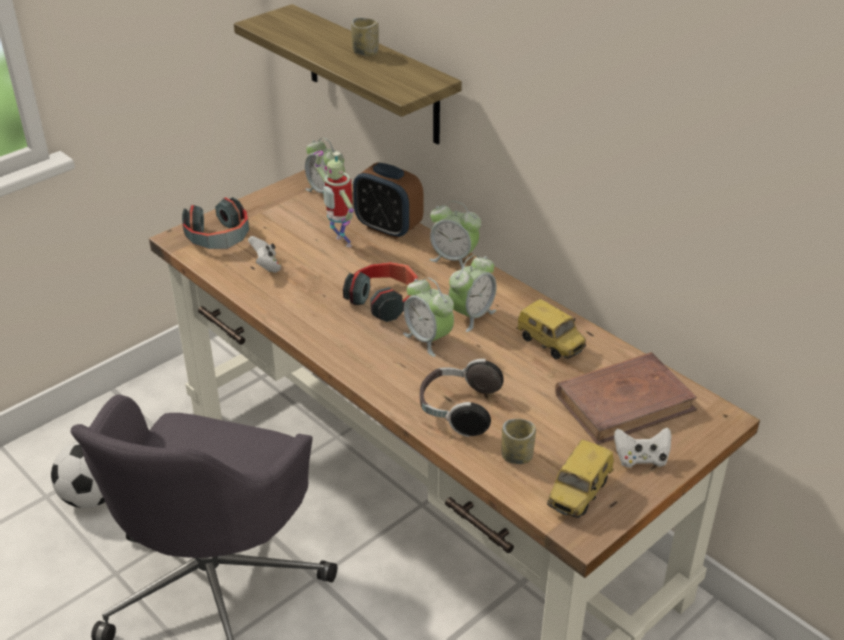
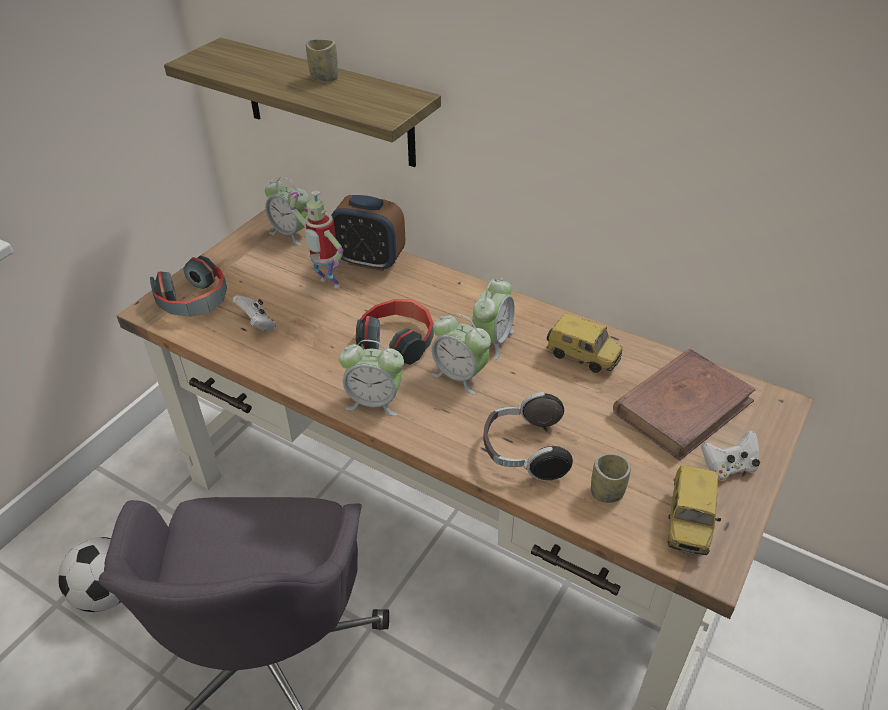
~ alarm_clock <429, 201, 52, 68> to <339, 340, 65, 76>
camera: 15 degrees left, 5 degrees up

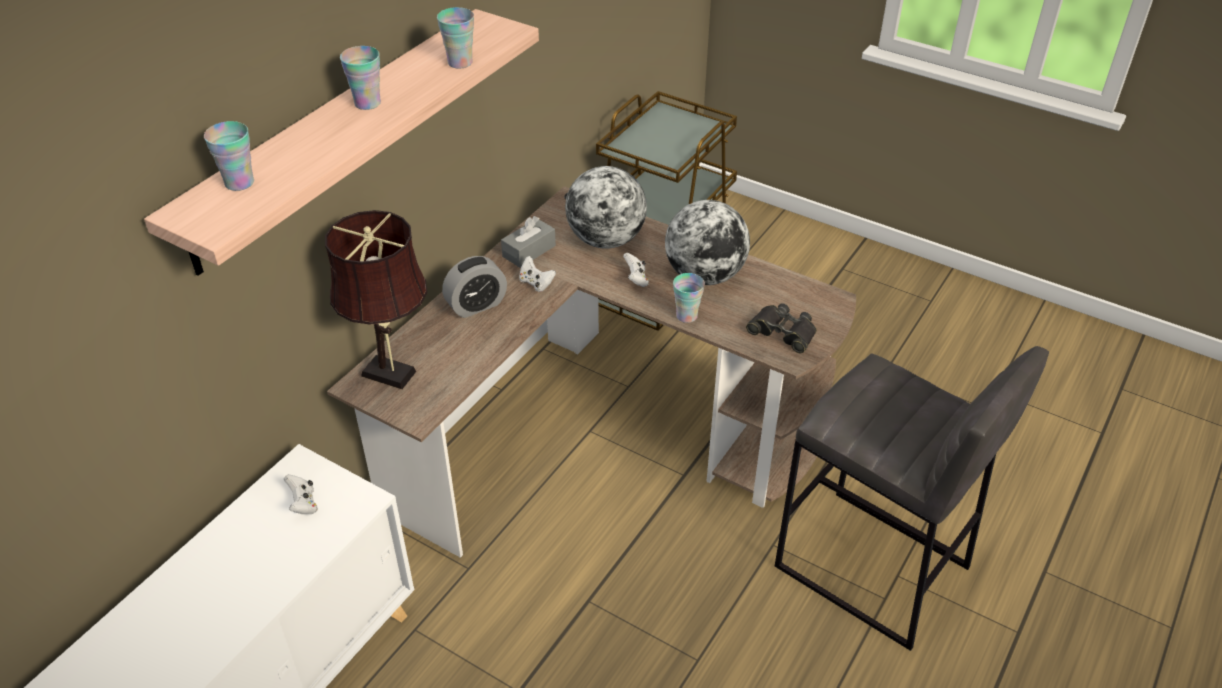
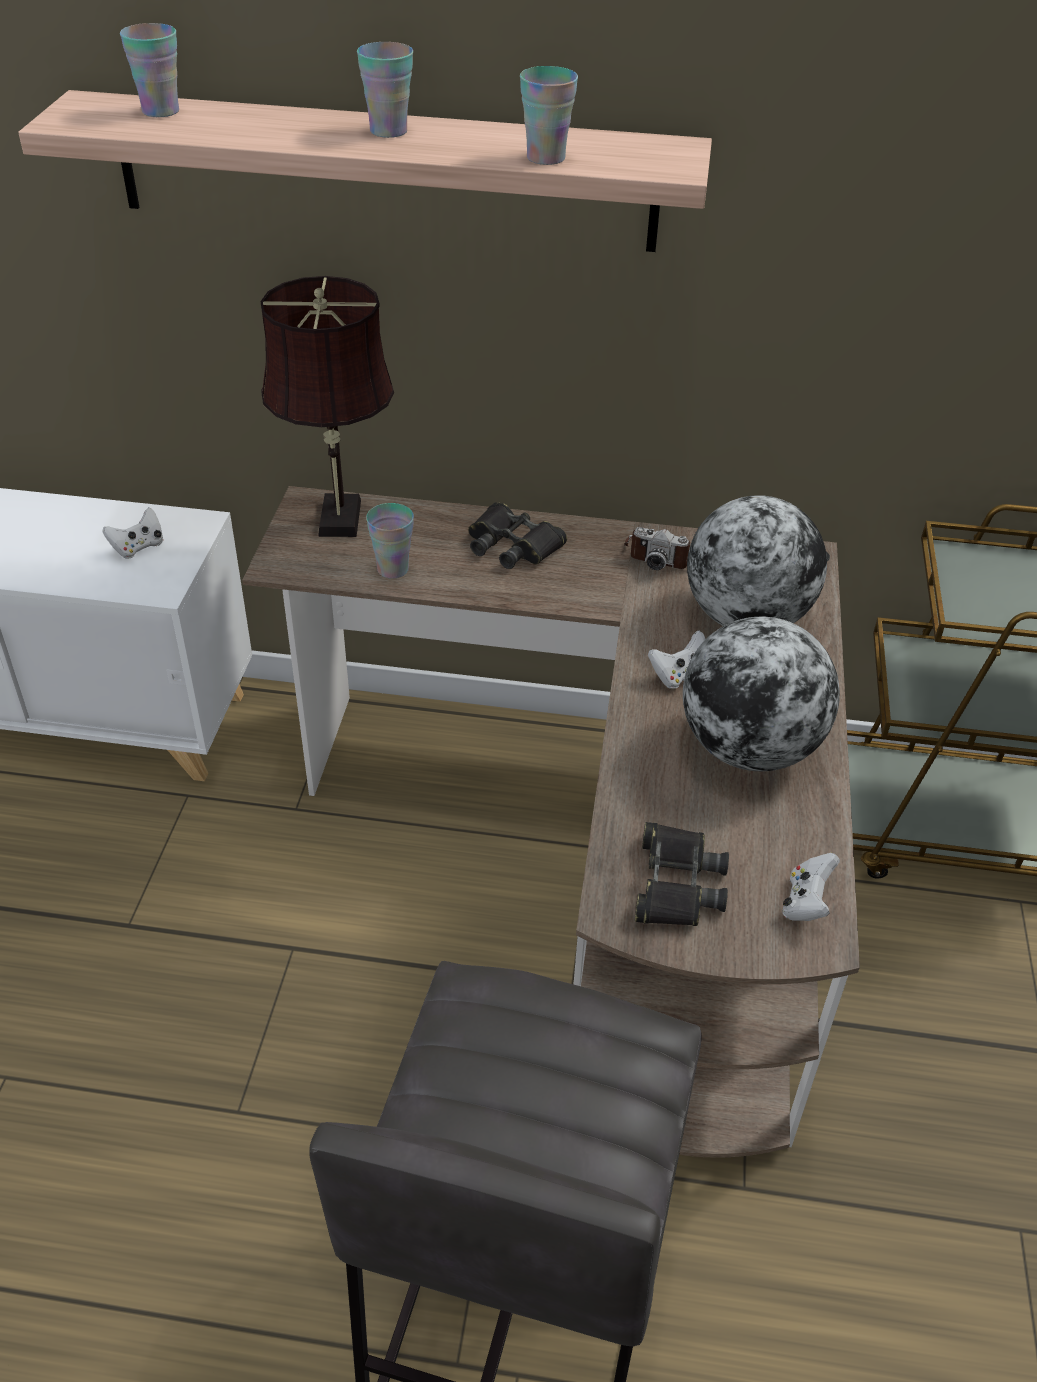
~ cup <673, 273, 32, 50> to <366, 503, 48, 76>
~ alarm_clock <442, 256, 65, 62> to black_binoculars <468, 502, 99, 67>
~ grey_tissue_box <501, 216, 55, 52> to photo_camera <624, 527, 66, 43>
~ white_game_controller <519, 256, 37, 36> to <782, 853, 58, 68>
camera: 65 degrees right, 0 degrees up

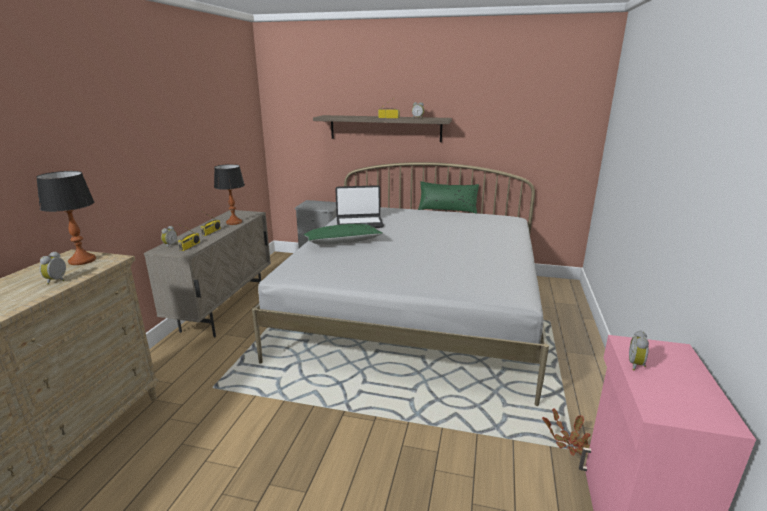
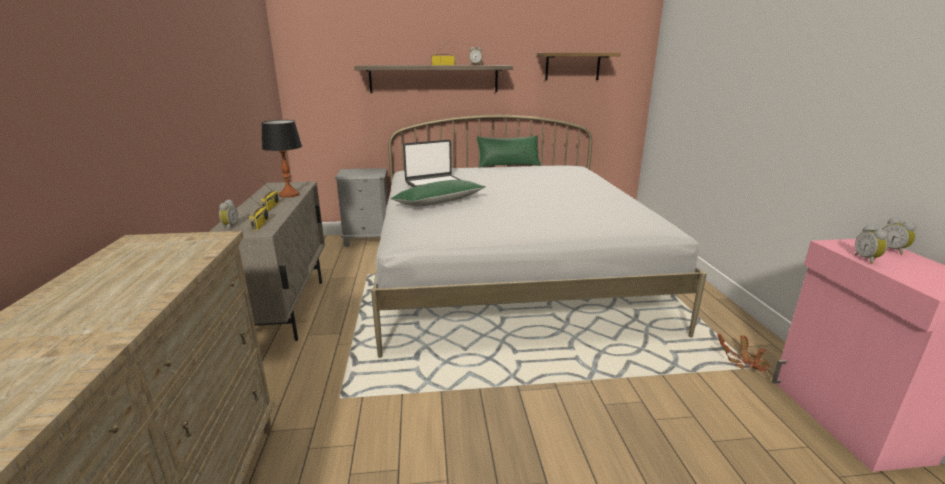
+ shelf <537, 53, 84, 27>
~ alarm_clock <40, 251, 26, 34> to <882, 217, 34, 38>
- table_lamp <36, 171, 60, 94>
camera: 20 degrees left, 0 degrees up

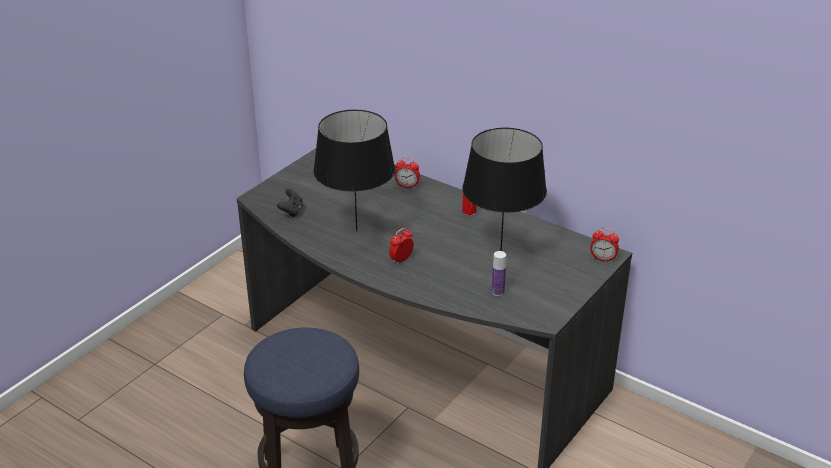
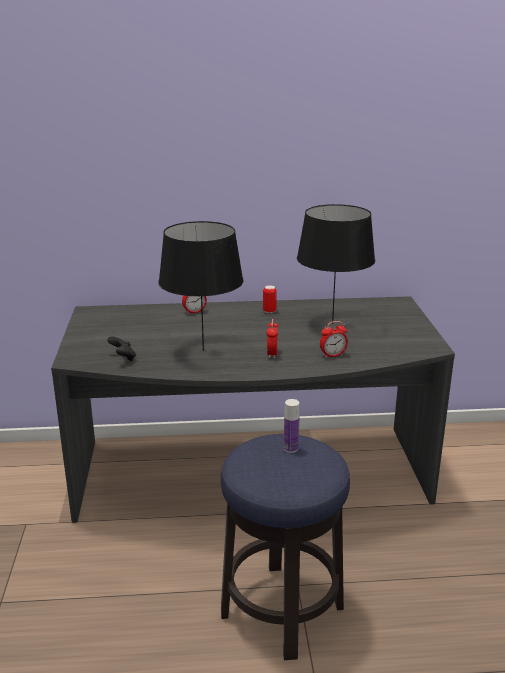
~ bottle <492, 251, 14, 45> to <284, 399, 15, 54>
~ alarm_clock <590, 228, 29, 34> to <320, 321, 28, 37>
camera: 40 degrees left, 10 degrees down

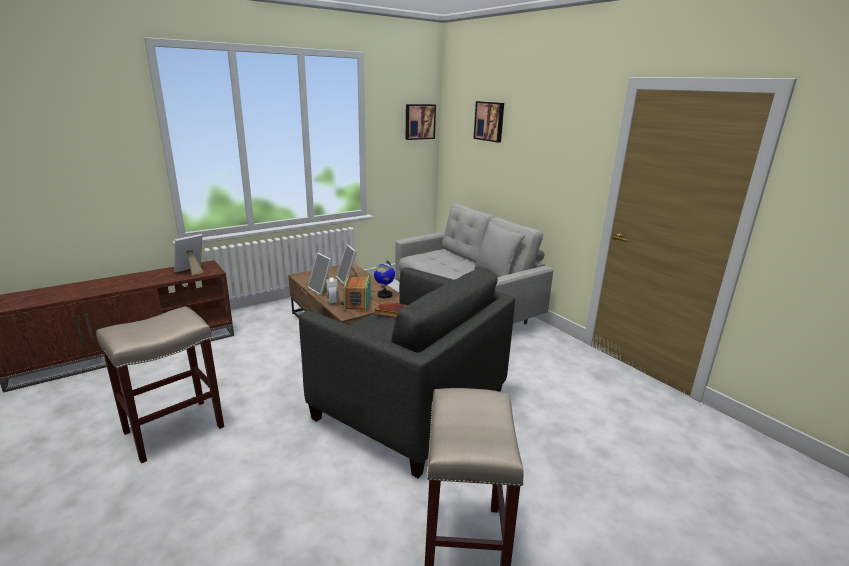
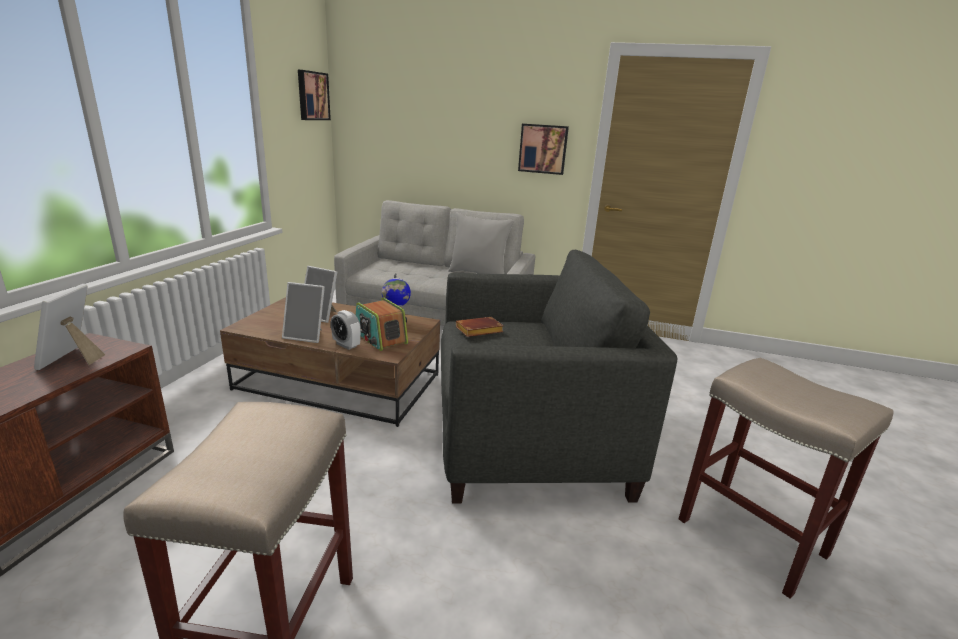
~ picture <473, 101, 31, 42> to <518, 124, 51, 51>
camera: 40 degrees left, 0 degrees up

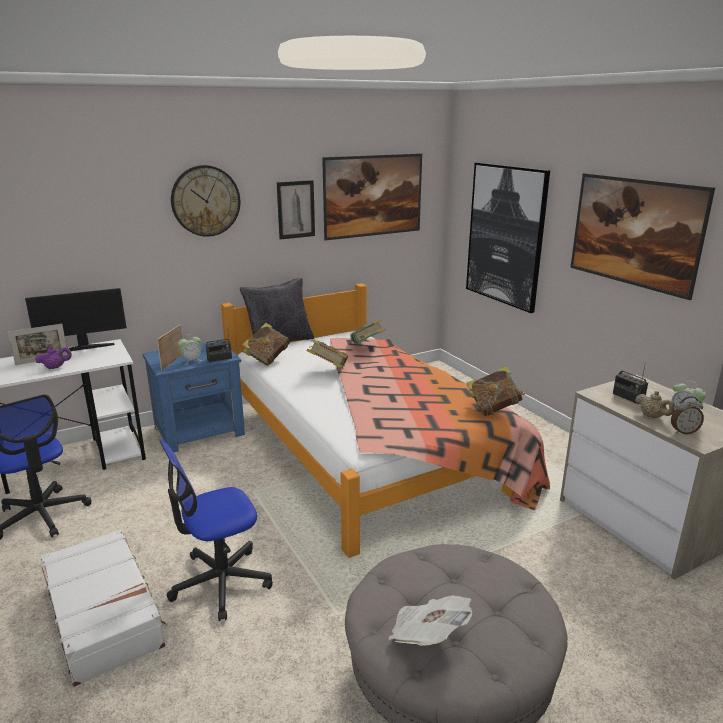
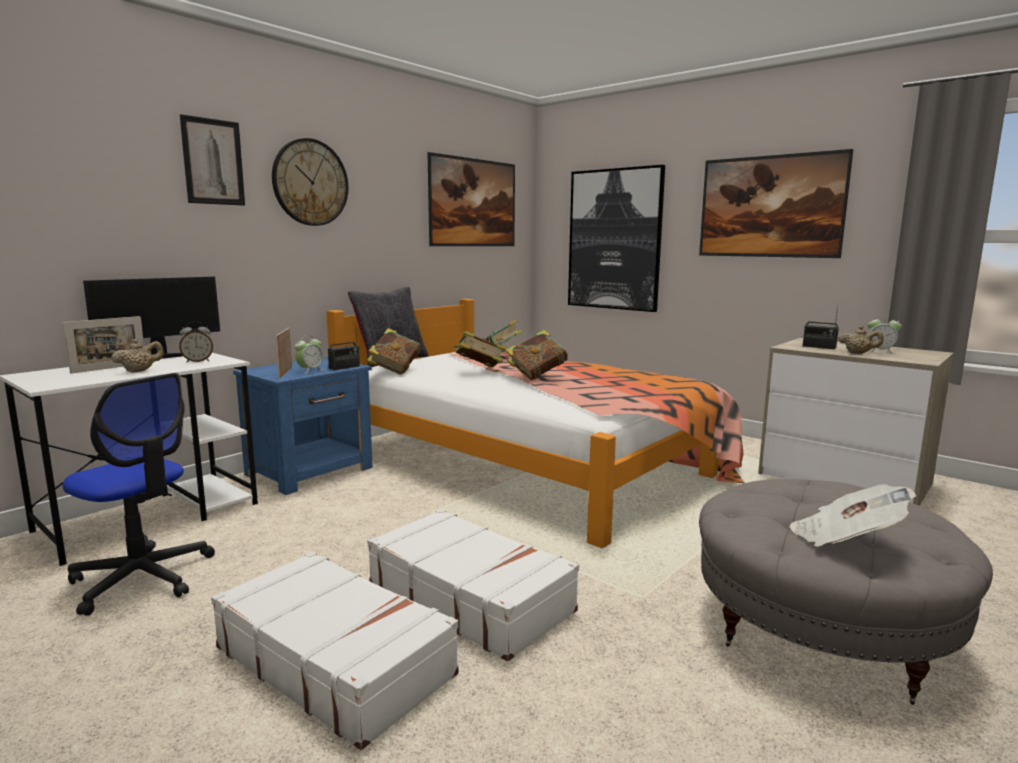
~ purple_teapot <35, 346, 37, 23> to beige_teapot <111, 339, 53, 34>
~ alarm_clock <671, 396, 33, 38> to <179, 321, 34, 42>
~ picture <277, 180, 38, 60> to <180, 114, 65, 92>
~ office_chair <159, 439, 114, 182> to white_suitcase <367, 509, 212, 153>
~ book <466, 366, 59, 50> to <506, 330, 63, 50>
camera: 20 degrees left, 10 degrees down

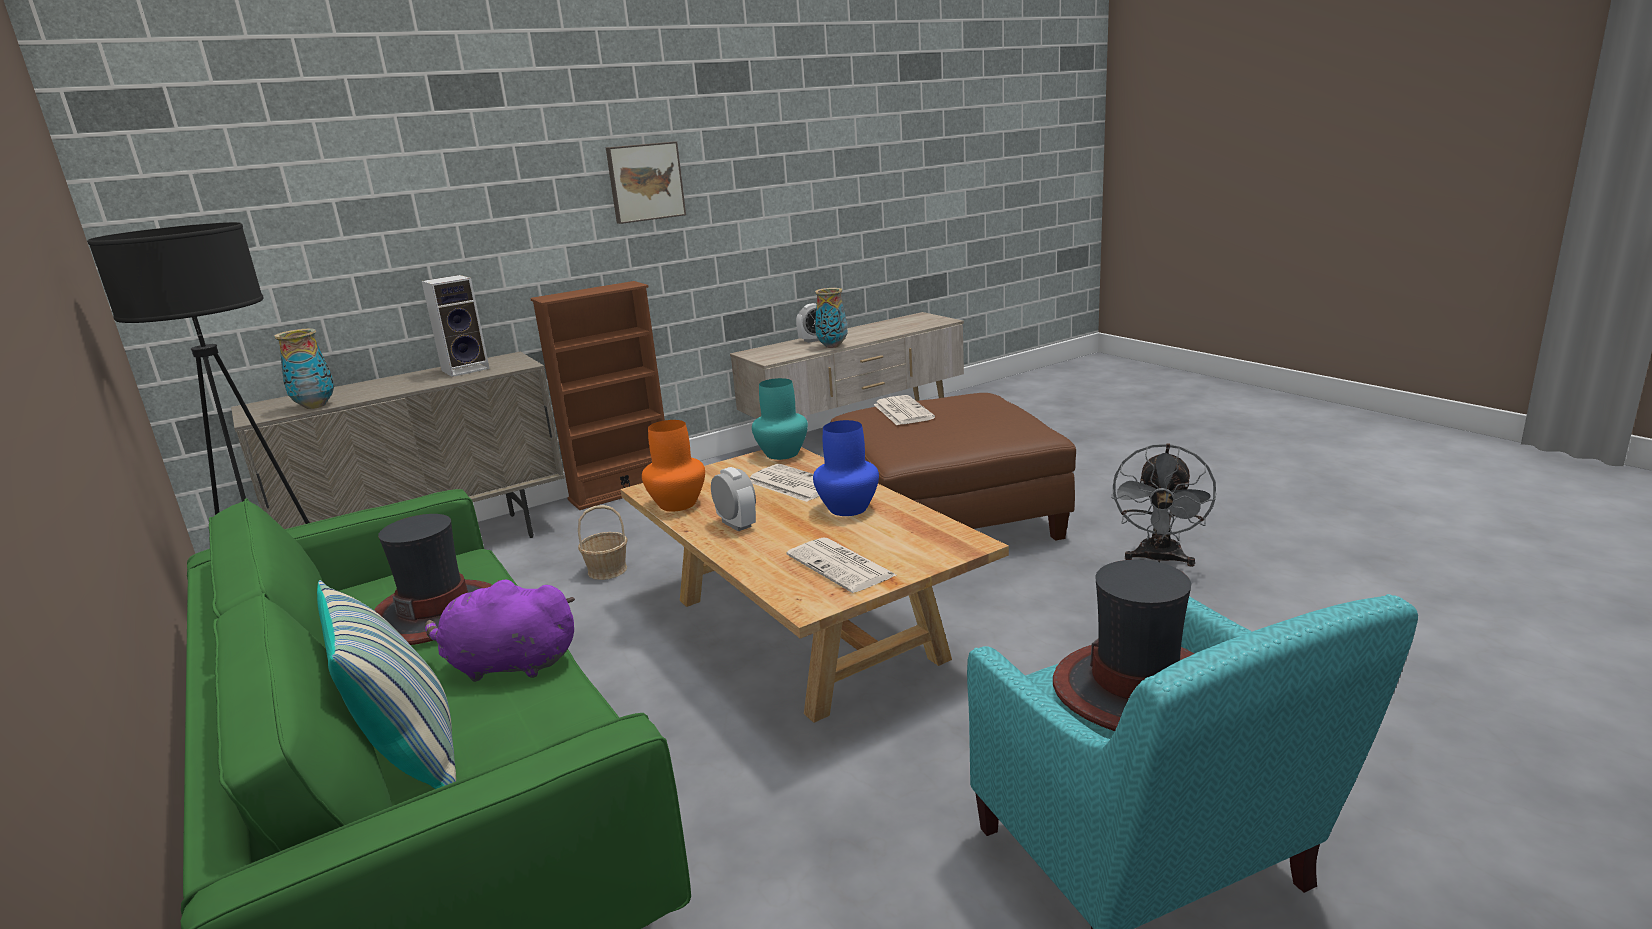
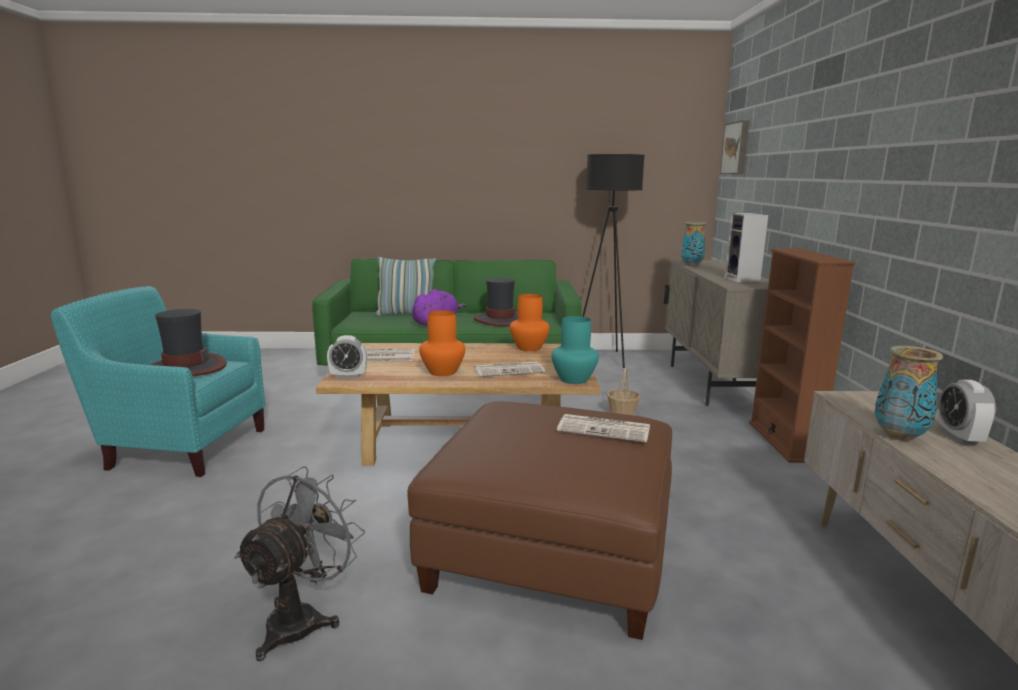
~ grey_fan <1111, 443, 105, 124> = <234, 466, 131, 195> 60 degrees clockwise
~ alarm_clock <711, 467, 45, 64> to <327, 335, 40, 43>
~ blue_vase <813, 420, 66, 96> to orange_vase <419, 310, 46, 66>
~ picture <606, 141, 80, 83> to <720, 120, 29, 54>
camera: 120 degrees right, 5 degrees down

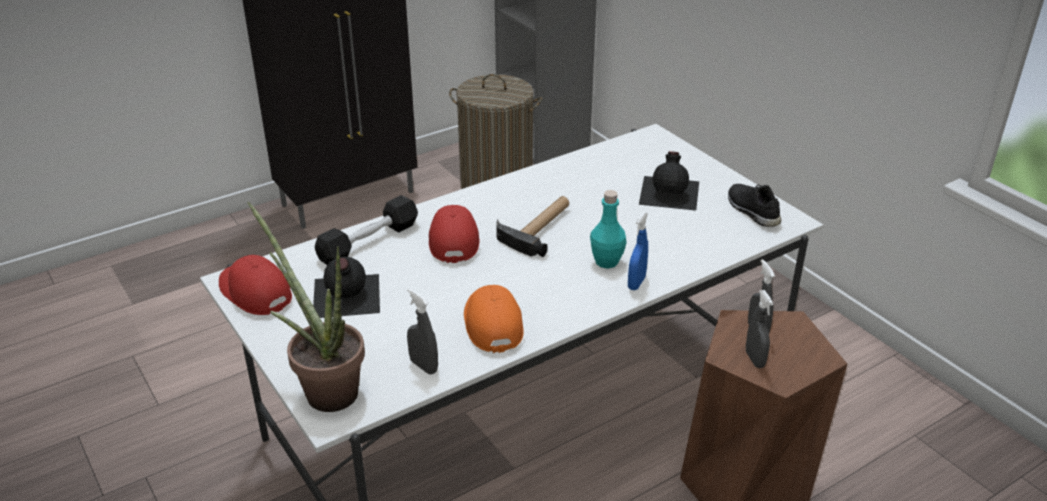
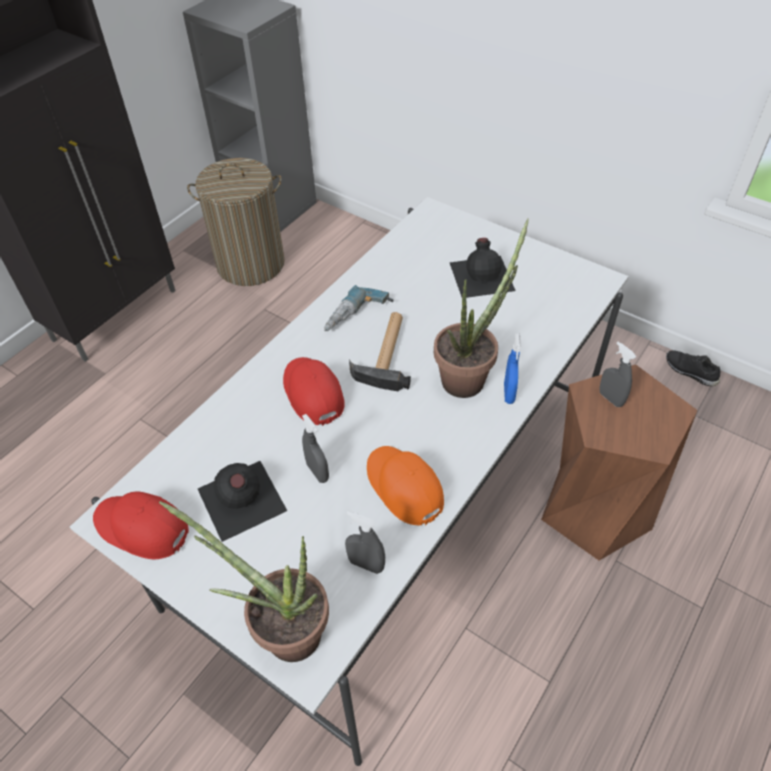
~ grey_spray_bottle <746, 290, 27, 78> to <302, 414, 27, 69>
+ power_drill <324, 285, 70, 46>
~ turquoise_bottle <590, 190, 37, 79> to potted_plant <434, 218, 95, 180>
~ black_shoe <728, 184, 53, 43> to <666, 350, 54, 36>
- black_dumbbell <315, 195, 103, 70>
camera: 20 degrees left, 15 degrees up

